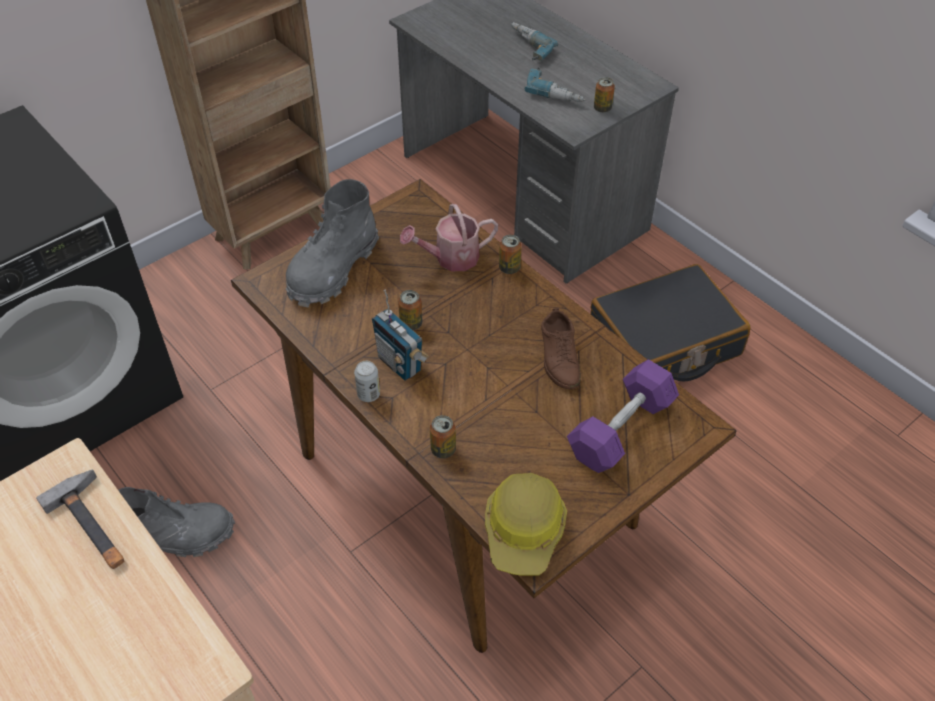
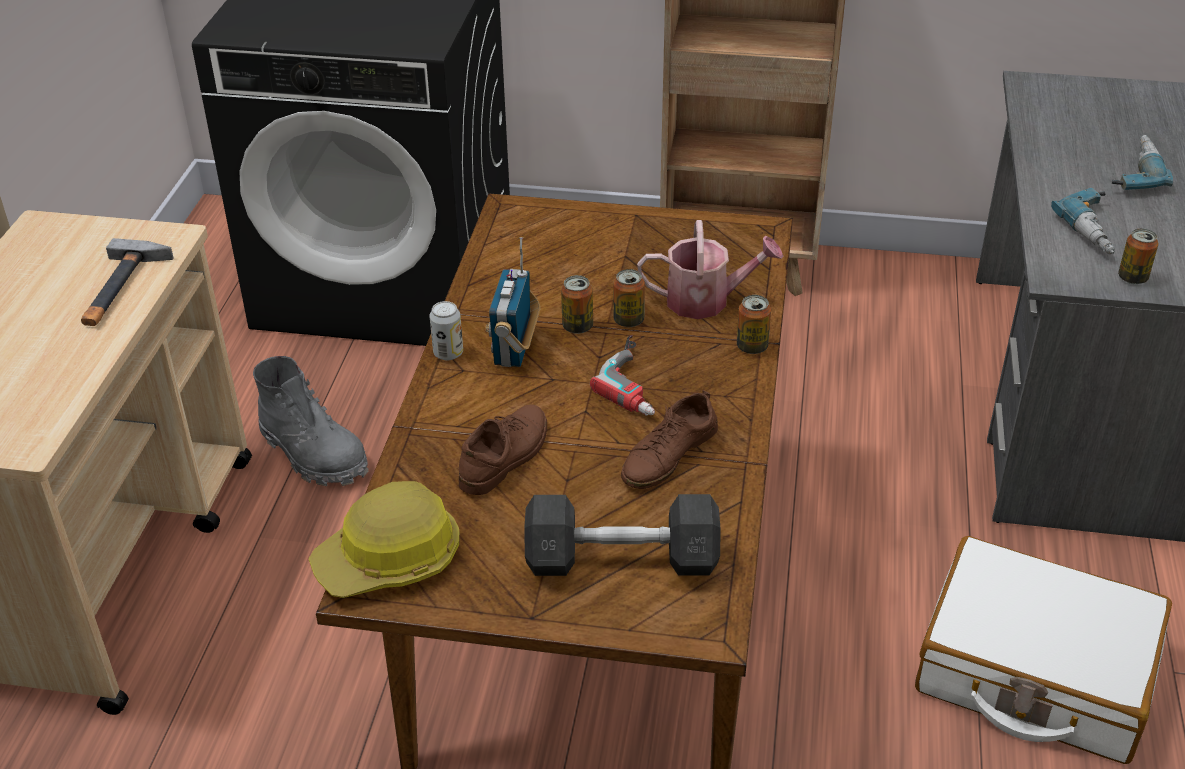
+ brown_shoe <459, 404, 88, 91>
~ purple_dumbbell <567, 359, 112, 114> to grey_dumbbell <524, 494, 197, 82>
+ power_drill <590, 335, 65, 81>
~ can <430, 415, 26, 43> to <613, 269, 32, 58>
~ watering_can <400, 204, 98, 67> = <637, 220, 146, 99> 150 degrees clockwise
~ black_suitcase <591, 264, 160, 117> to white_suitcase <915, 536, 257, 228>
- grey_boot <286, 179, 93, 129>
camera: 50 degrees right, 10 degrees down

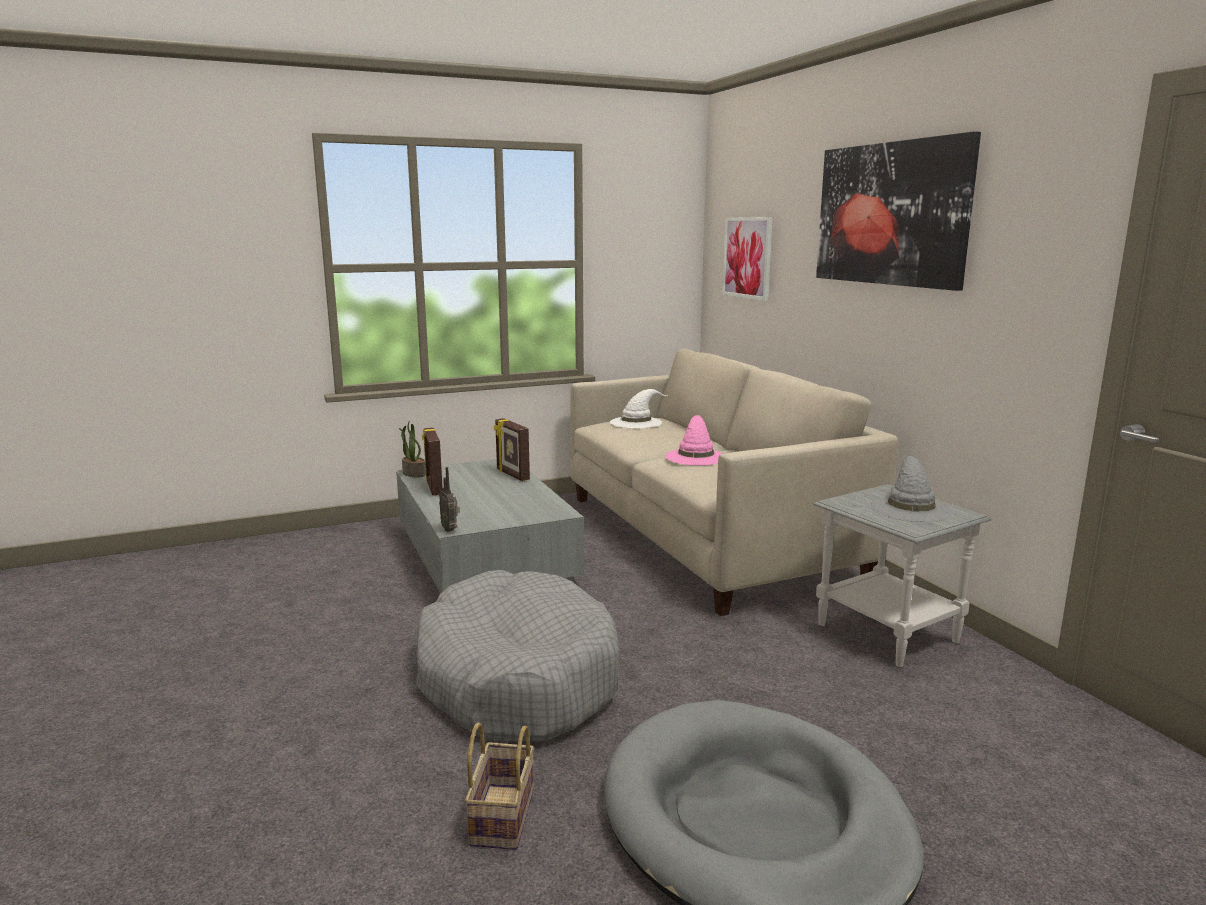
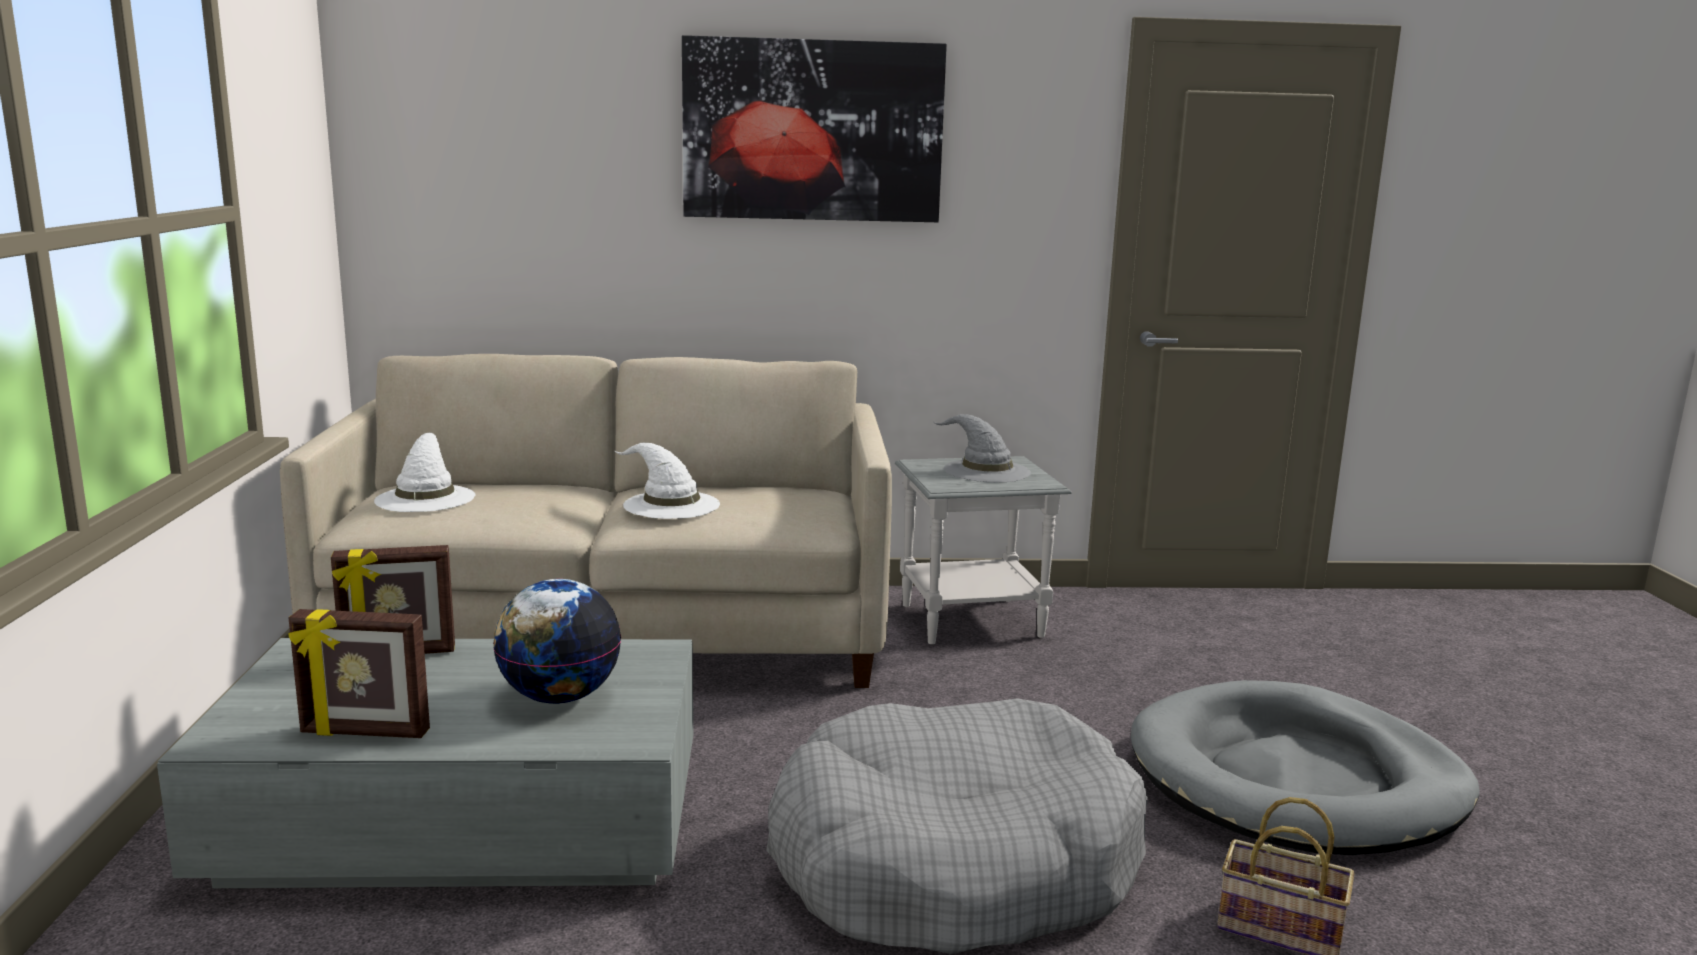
+ globe <493, 579, 128, 125>
~ pink_hat <665, 415, 58, 50> to white_hat <615, 443, 105, 76>
- potted_plant <399, 420, 27, 57>
- radio <439, 467, 21, 65>
- picture <722, 217, 51, 84>
camera: 70 degrees left, 0 degrees up

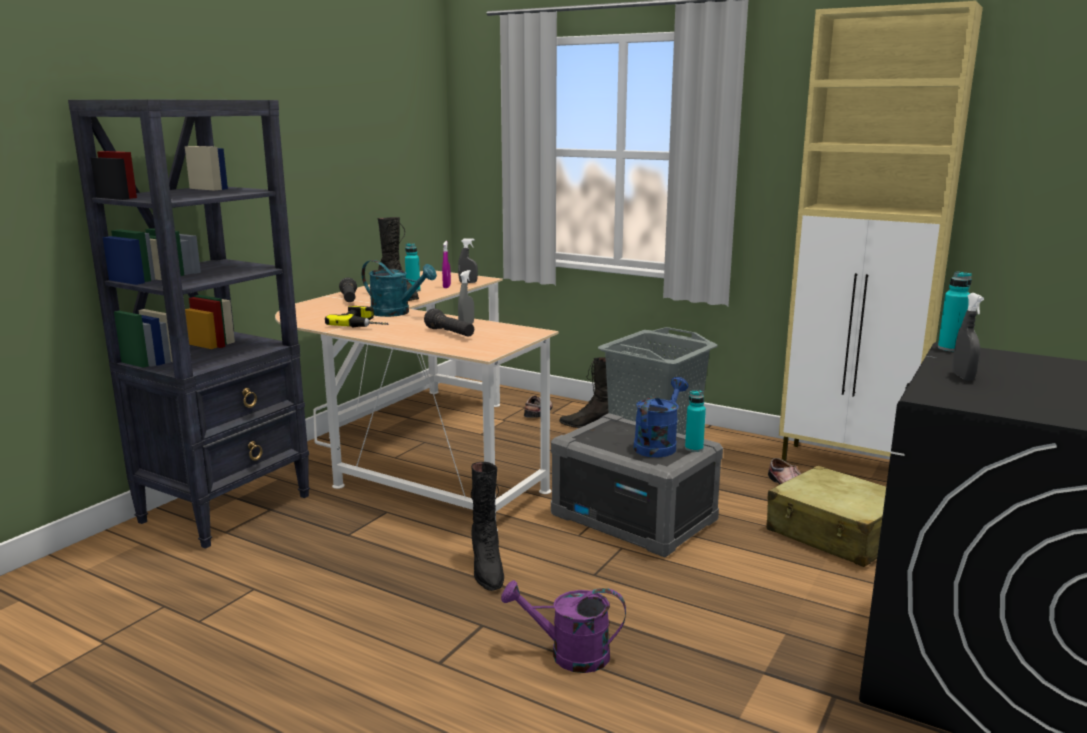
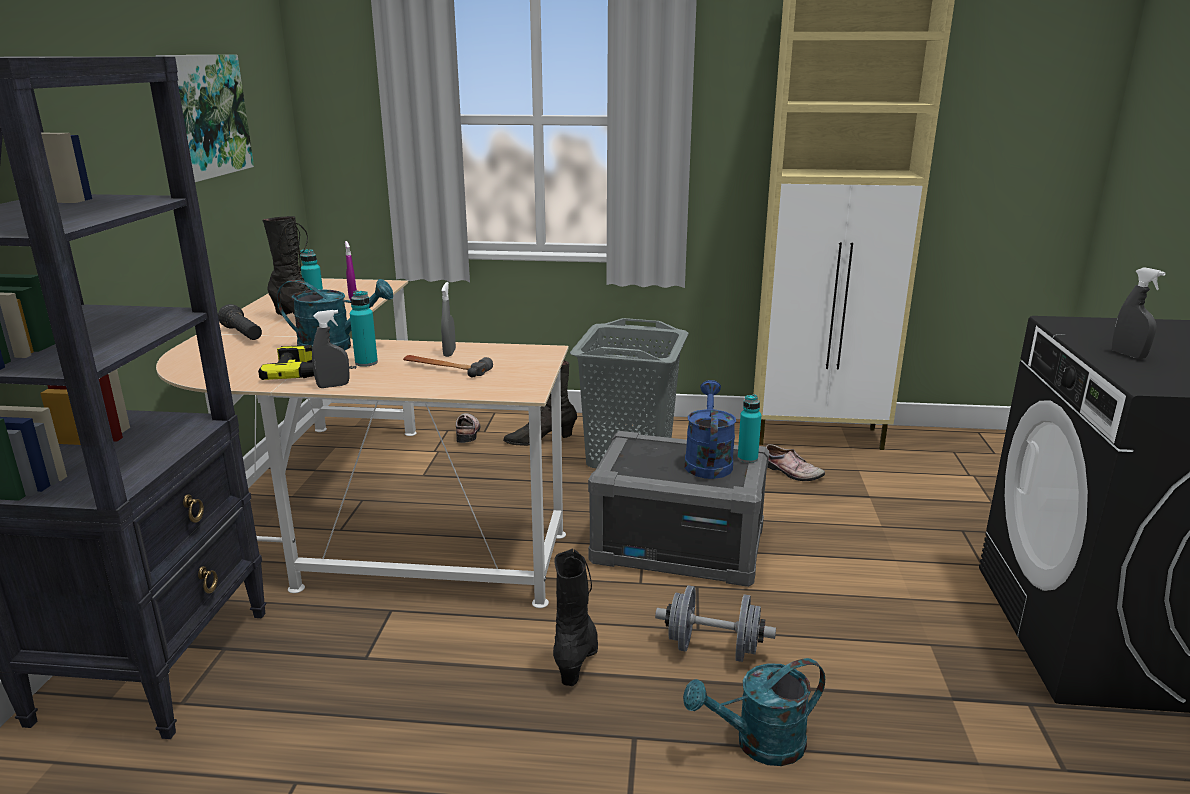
+ picture <155, 55, 99, 127>
~ grey_spray_bottle <458, 238, 20, 45> to <312, 310, 38, 78>
~ turquoise_bottle <938, 272, 34, 80> to <350, 290, 28, 77>
~ black_flashlight <424, 309, 50, 28> to hammer <403, 355, 90, 22>
~ black_boot <471, 462, 33, 129> = <553, 548, 45, 138> 135 degrees counterclockwise
+ grey_dumbbell <655, 585, 121, 77>
~ purple_watering_can <501, 580, 125, 93> to turquoise_watering_can <683, 658, 142, 108>
- beige_suitcase <767, 466, 119, 101>
camera: 25 degrees left, 5 degrees up

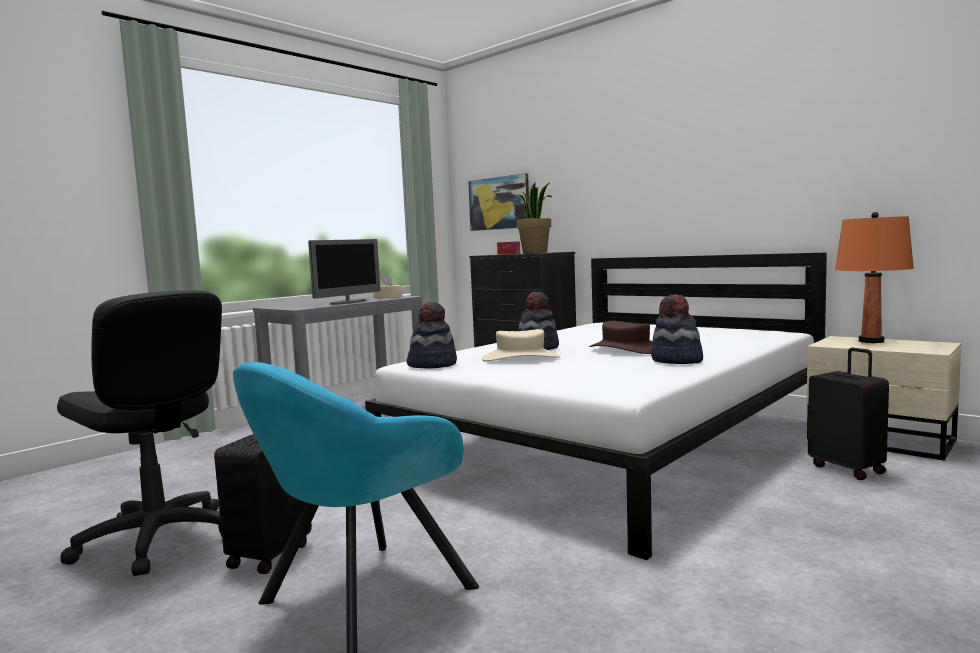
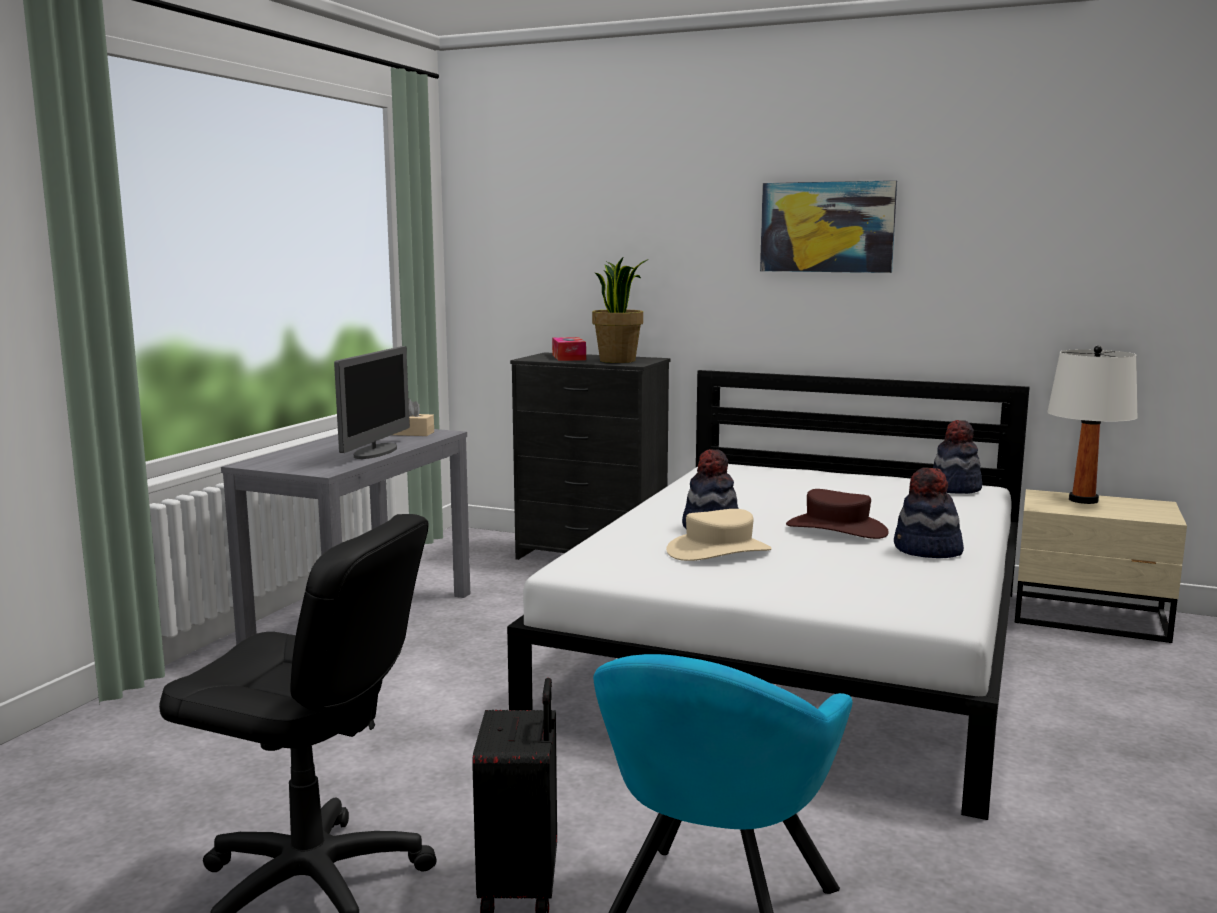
~ picture <468, 173, 61, 58> to <760, 180, 137, 93>
~ hat <407, 302, 50, 67> to <933, 420, 49, 74>
~ orange_table_lamp <835, 212, 79, 131> to white_table_lamp <1047, 345, 91, 159>
- black_suitcase <808, 348, 81, 132>
camera: 20 degrees left, 5 degrees up

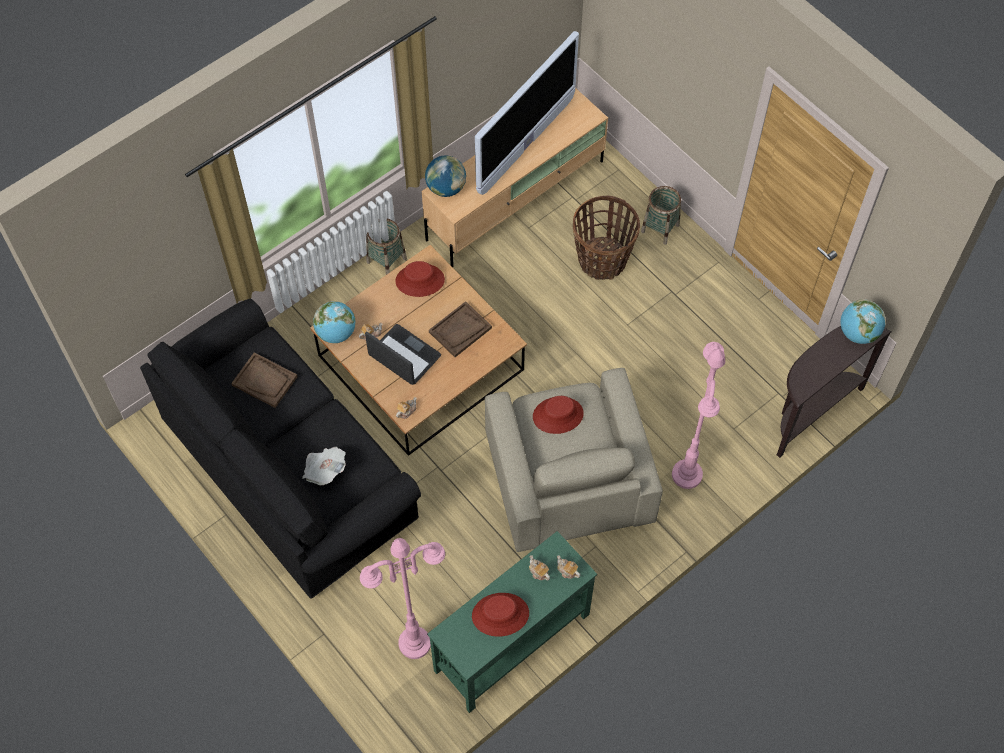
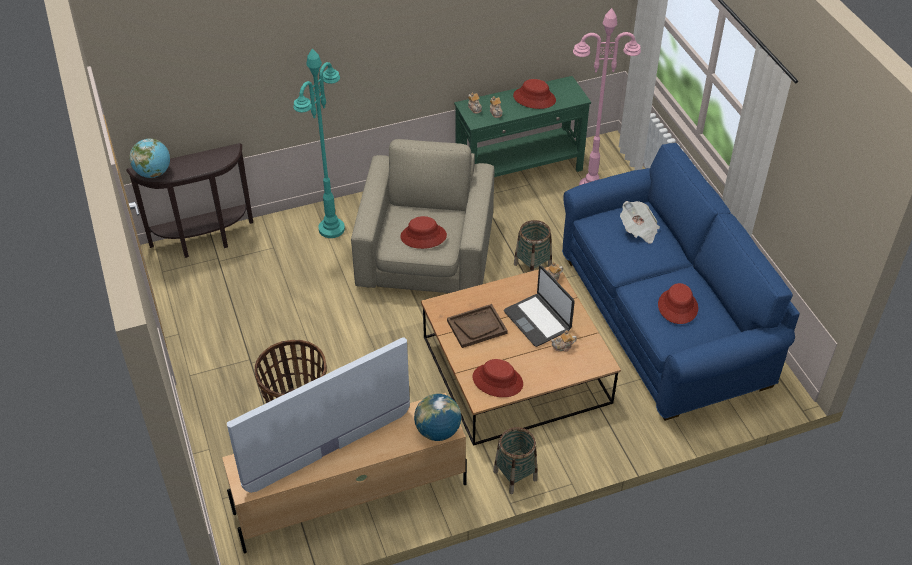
~ pink_floor_lamp <672, 342, 53, 147> to turquoise_floor_lamp <293, 48, 52, 190>
~ basket <641, 186, 40, 59> to <514, 220, 38, 52>
~ black_sofa <140, 298, 281, 300> to blue_sofa <562, 143, 238, 278>
~ brown_tray <231, 353, 67, 55> to red_hat <658, 283, 40, 41>
- globe <313, 301, 43, 42>
camera: 160 degrees left, 15 degrees down

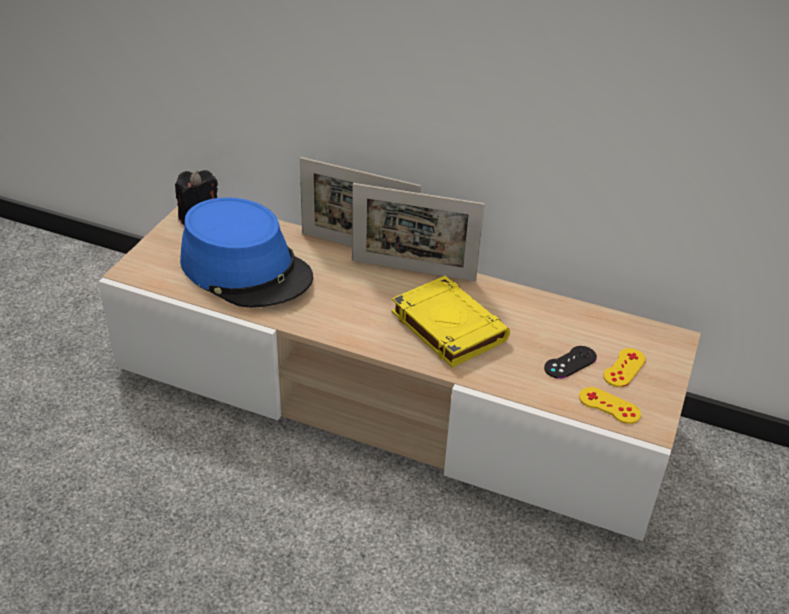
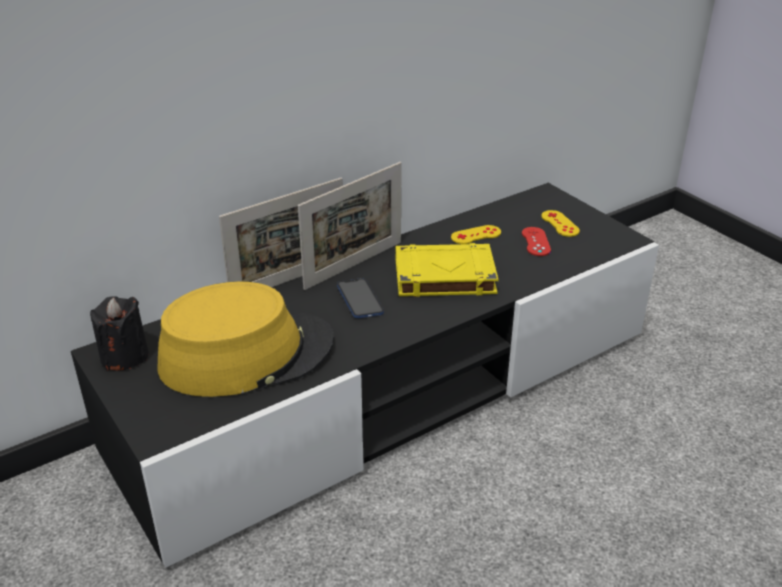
~ beige_tv_stand <98, 206, 603, 335> to black_tv_stand <71, 183, 588, 385>
~ blue_hat <180, 197, 133, 111> to yellow_hat <158, 282, 176, 115>
+ phone <337, 278, 47, 40>
~ yellow_game_controller <579, 387, 62, 37> to <451, 225, 50, 19>
~ black_game_controller <544, 346, 53, 33> to red_game_controller <522, 227, 29, 29>
camera: 55 degrees left, 5 degrees down

